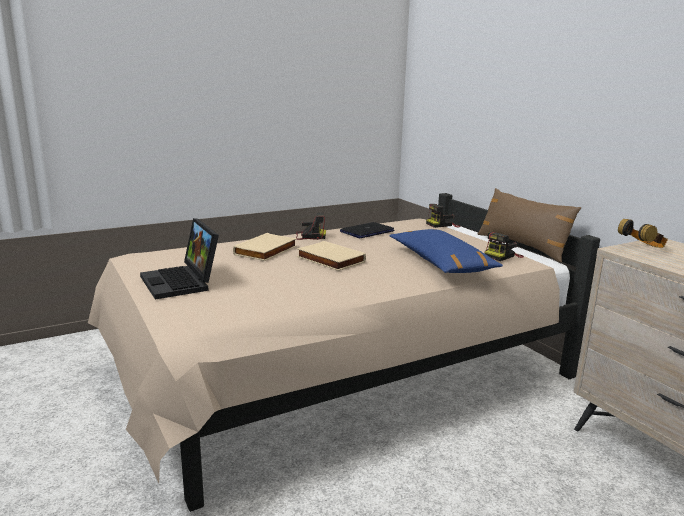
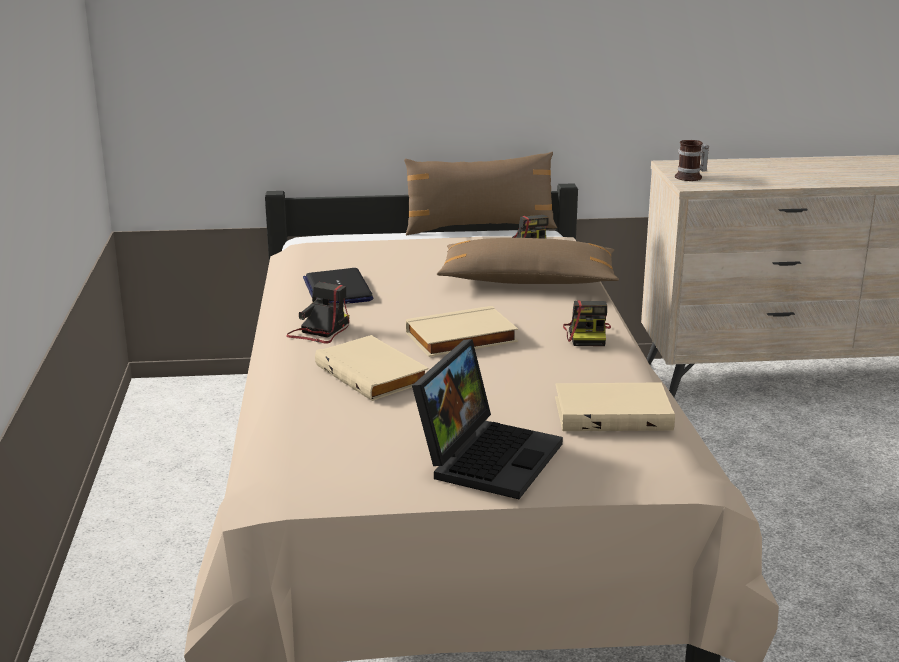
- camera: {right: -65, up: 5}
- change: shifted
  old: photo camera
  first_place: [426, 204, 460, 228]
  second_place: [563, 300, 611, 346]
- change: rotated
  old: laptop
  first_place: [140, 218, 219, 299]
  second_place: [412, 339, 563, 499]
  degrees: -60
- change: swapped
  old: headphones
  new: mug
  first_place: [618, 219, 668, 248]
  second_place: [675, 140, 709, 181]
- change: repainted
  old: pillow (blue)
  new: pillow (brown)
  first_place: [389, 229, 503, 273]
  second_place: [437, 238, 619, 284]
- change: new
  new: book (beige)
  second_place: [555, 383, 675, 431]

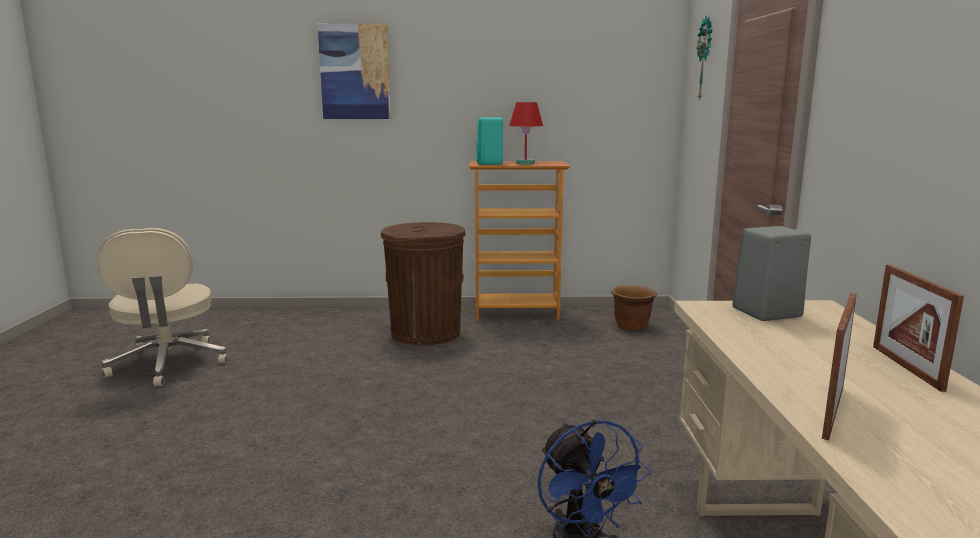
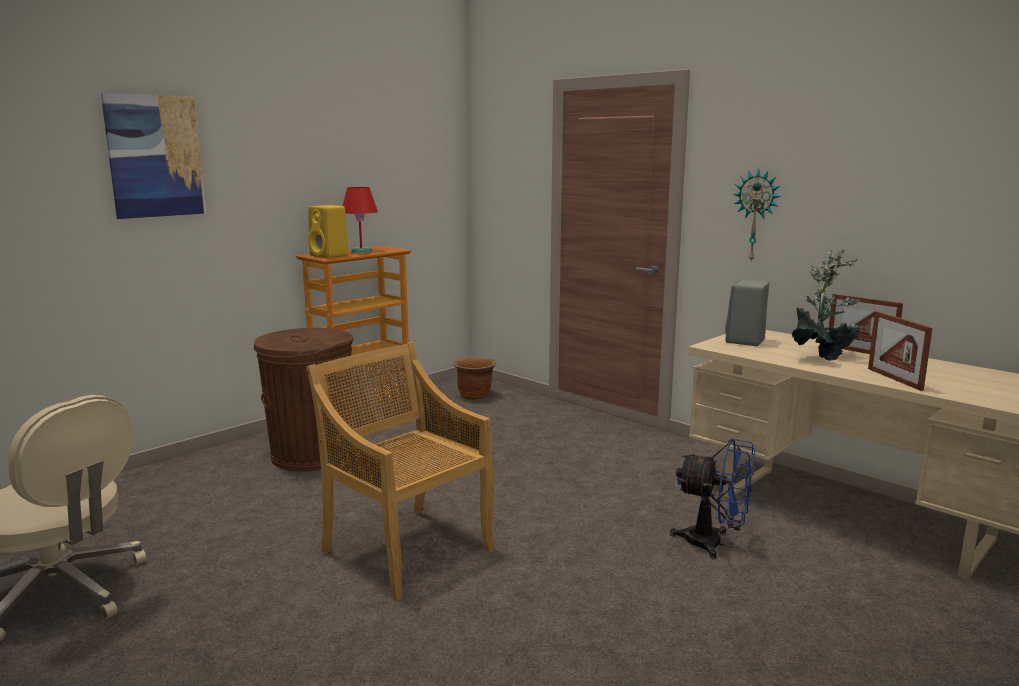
- camera: {right: -45, up: 0}
- change: shifted
  old: wall clock
  first_place: [697, 16, 712, 101]
  second_place: [733, 169, 781, 261]
- change: repainted
  old: speaker (turquoise)
  new: speaker (yellow)
  first_place: [476, 118, 503, 165]
  second_place: [308, 205, 348, 258]
- change: new
  new: potted plant
  second_place: [792, 250, 861, 361]
- change: new
  new: chair (beige)
  second_place: [306, 342, 494, 600]

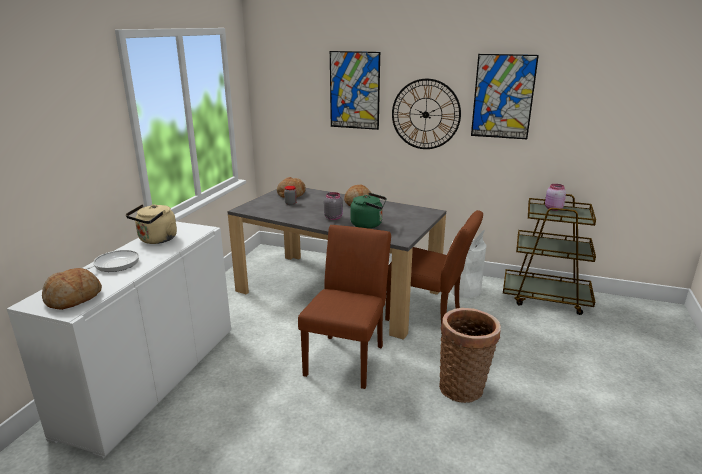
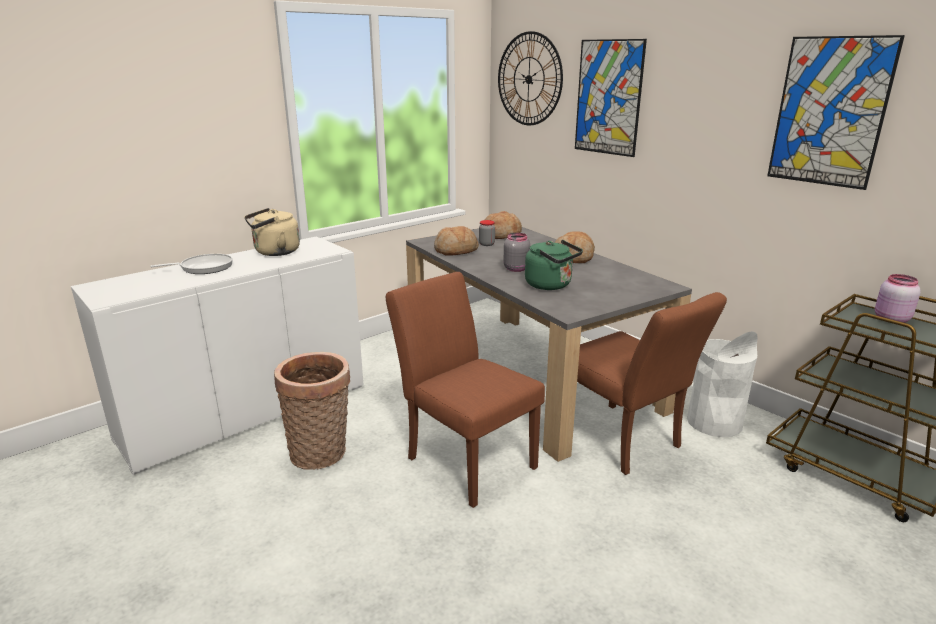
- camera: {right: 30, up: 0}
- change: shifted
  old: wall clock
  first_place: [392, 79, 461, 149]
  second_place: [498, 31, 563, 125]
- change: rotated
  old: chair (brown)
  first_place: [298, 225, 391, 389]
  second_place: [386, 272, 545, 508]
  degrees: -90
- change: shifted
  old: bread
  first_place: [42, 268, 102, 310]
  second_place: [434, 226, 479, 256]
- change: shifted
  old: basket
  first_place: [439, 308, 501, 403]
  second_place: [274, 352, 350, 470]

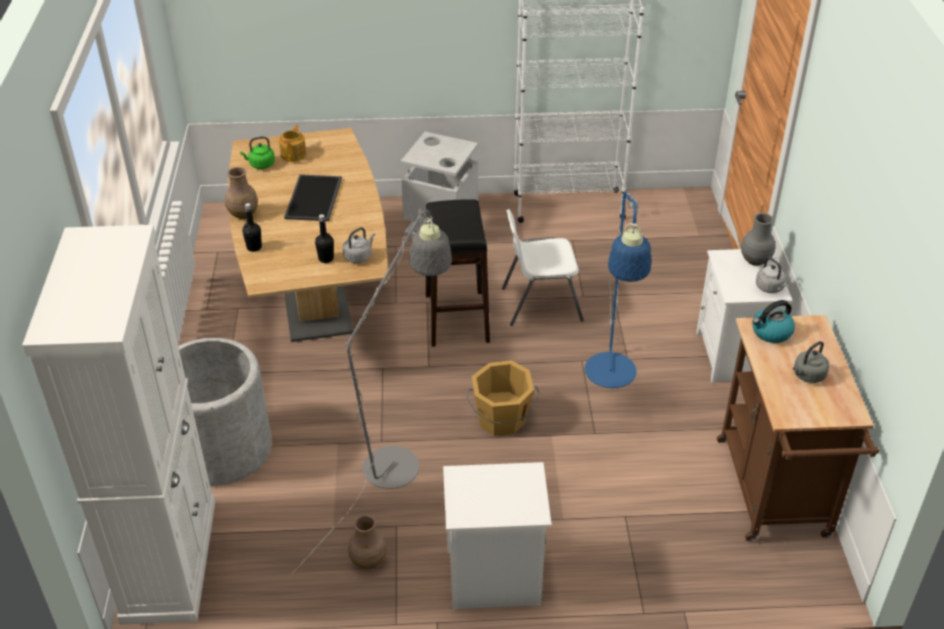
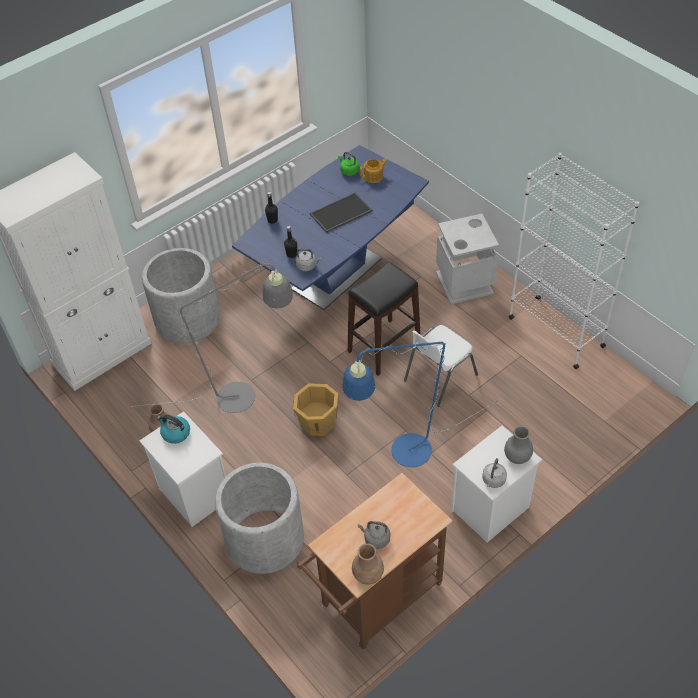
- camera: {right: 55, up: 10}
- change: repainted
  old: dining table (brown)
  new: dining table (blue)
  first_place: [228, 128, 388, 342]
  second_place: [232, 145, 429, 310]
- change: shifted
  old: vase (brown)
  first_place: [225, 167, 258, 219]
  second_place: [352, 543, 384, 585]
- change: rotated
  old: chair (white)
  first_place: [502, 209, 584, 326]
  second_place: [404, 325, 478, 407]
  degrees: -90
- change: shifted
  old: kettle
  first_place: [752, 300, 795, 343]
  second_place: [157, 415, 190, 444]
- change: new
  new: planter (grey)
  second_place: [215, 463, 304, 574]

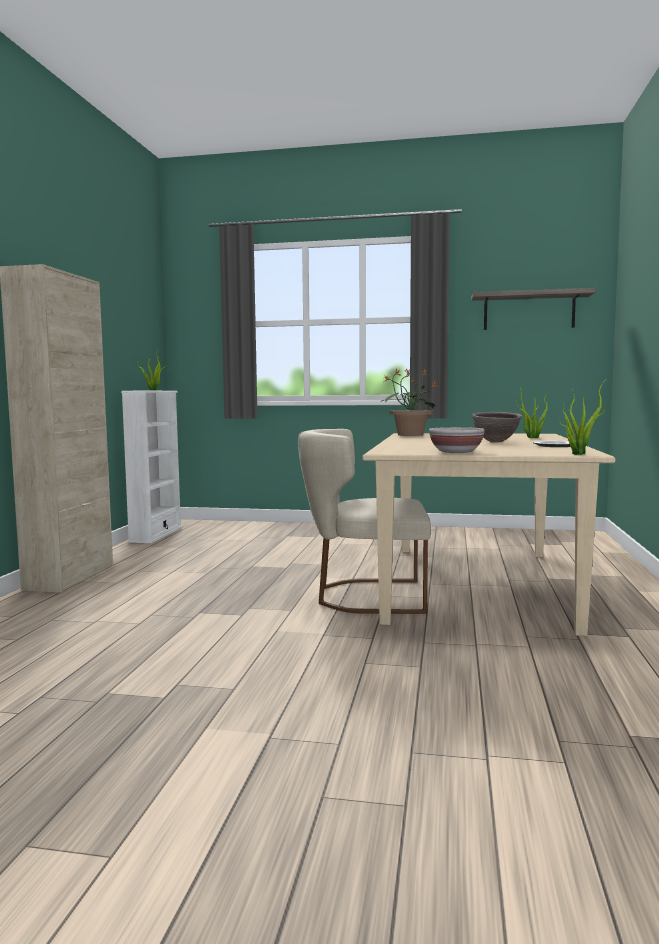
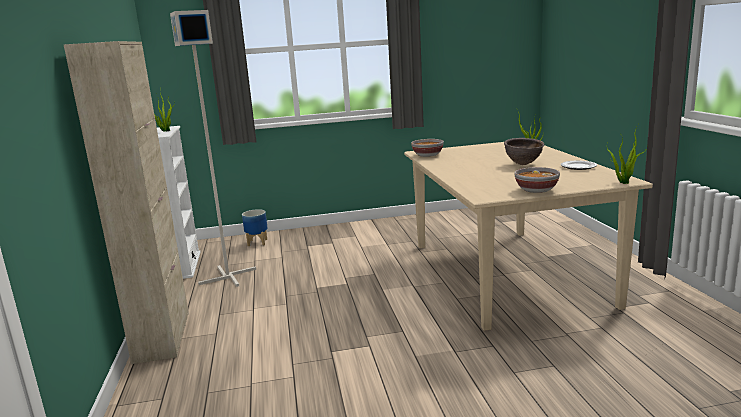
- camera: {right: -20, up: 10}
- change: gone
  old: shelf
  first_place: [472, 288, 595, 330]
- change: swapped
  old: potted plant
  new: bowl
  first_place: [381, 369, 438, 436]
  second_place: [411, 139, 444, 157]
- change: gone
  old: chair (beige)
  first_place: [298, 429, 431, 614]
- change: new
  new: floor lamp (grey)
  second_place: [170, 10, 256, 287]
- change: new
  new: planter
  second_place: [242, 209, 268, 247]

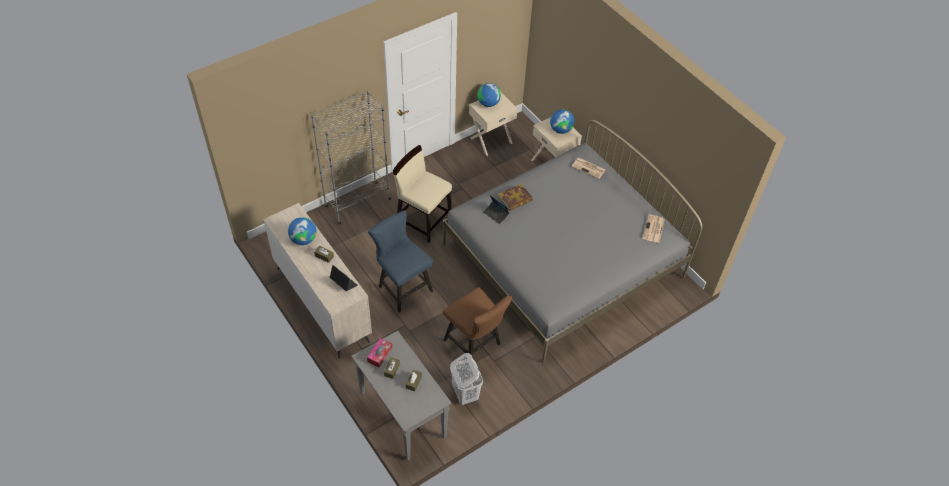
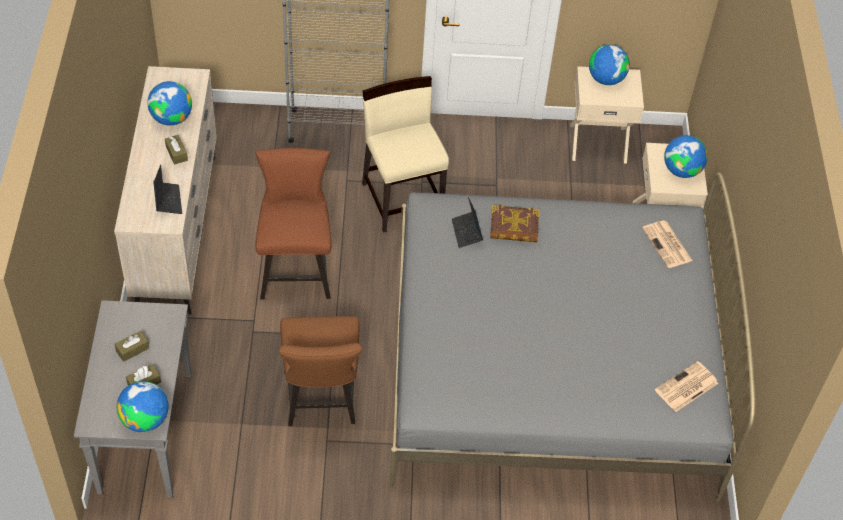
- camera: {right: 35, up: 0}
- change: repainted
  old: chair (blue)
  new: chair (brown)
  first_place: [368, 210, 434, 313]
  second_place: [255, 148, 332, 299]
- change: gone
  old: tissue box
  first_place: [367, 338, 392, 367]
- change: gone
  old: laundry basket (white)
  first_place: [450, 353, 483, 405]
- change: new
  new: globe
  second_place: [117, 381, 168, 432]

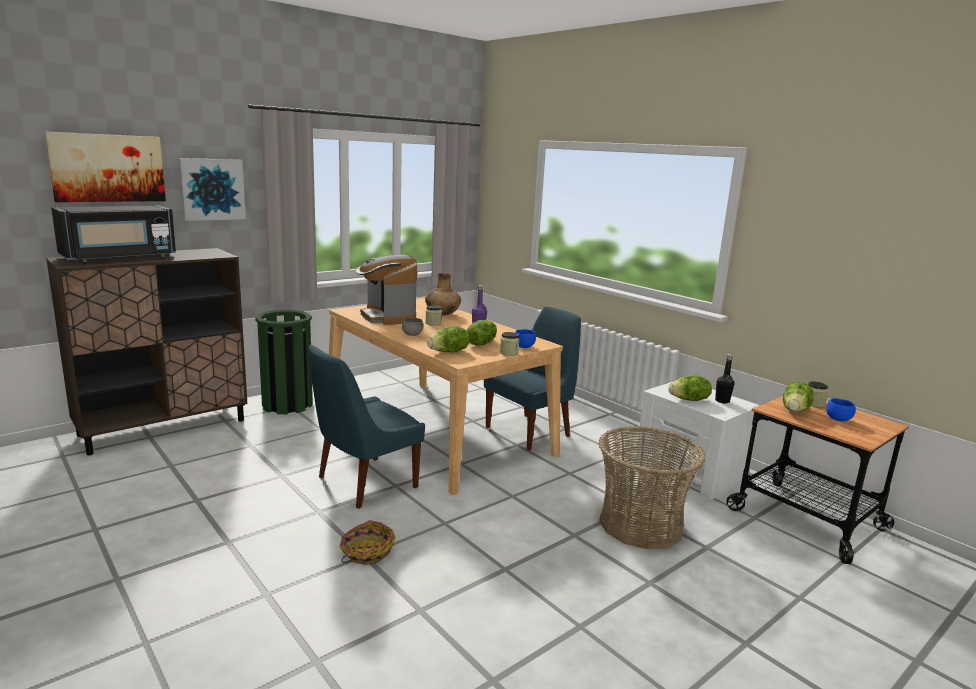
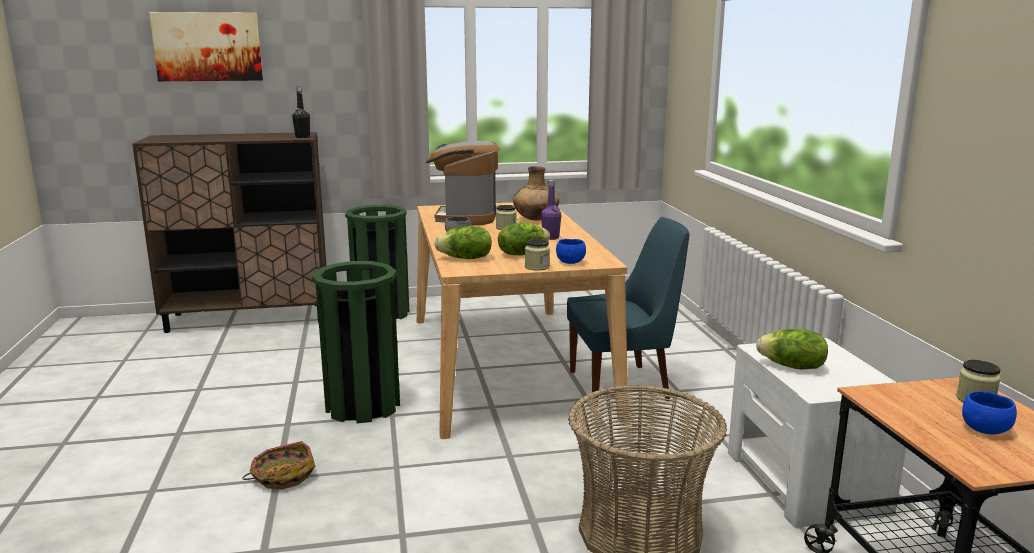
- camera: {right: 30, up: 0}
- change: gone
  old: picture
  first_place: [179, 158, 246, 221]
- change: gone
  old: microwave (black)
  first_place: [51, 205, 176, 262]
- change: swapped
  old: chair (blue)
  new: trash can (green)
  first_place: [309, 344, 425, 509]
  second_place: [312, 261, 400, 423]
- change: shifted
  old: bottle (black)
  first_place: [715, 354, 734, 403]
  second_place: [292, 87, 310, 138]
- change: gone
  old: lettuce
  first_place: [783, 382, 813, 412]

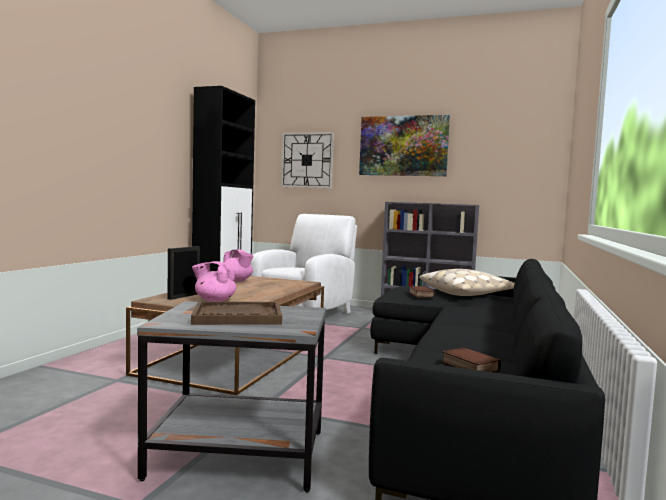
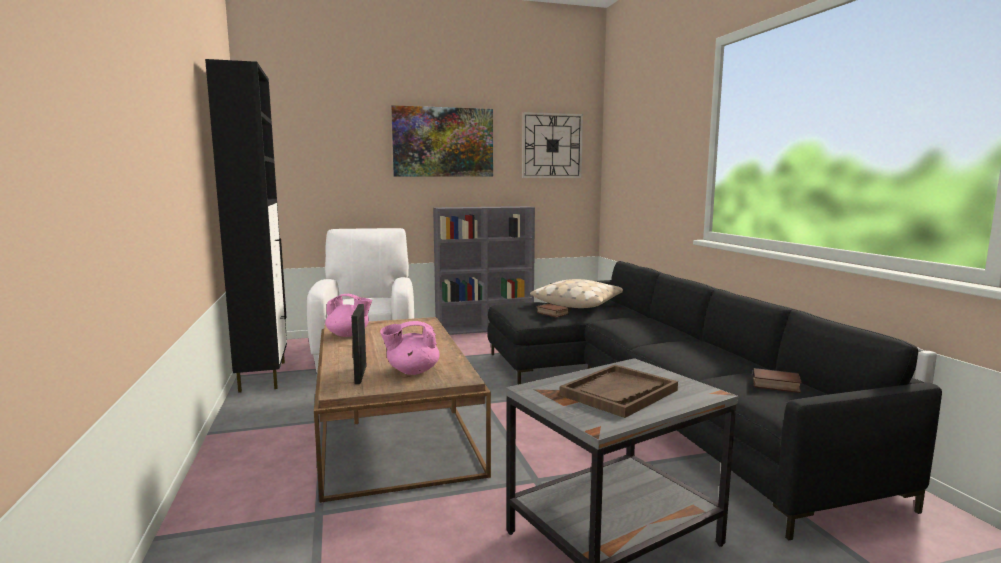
- camera: {right: -35, up: 5}
- change: shifted
  old: wall clock
  first_place: [281, 132, 334, 188]
  second_place: [522, 112, 583, 178]

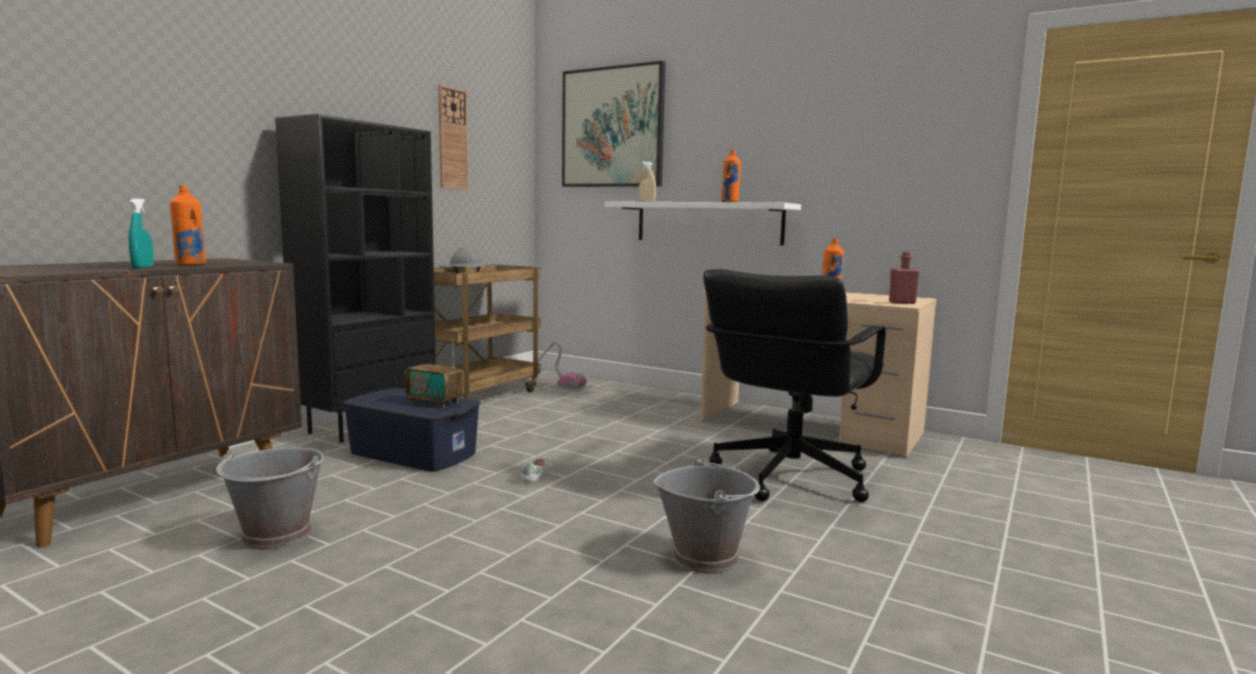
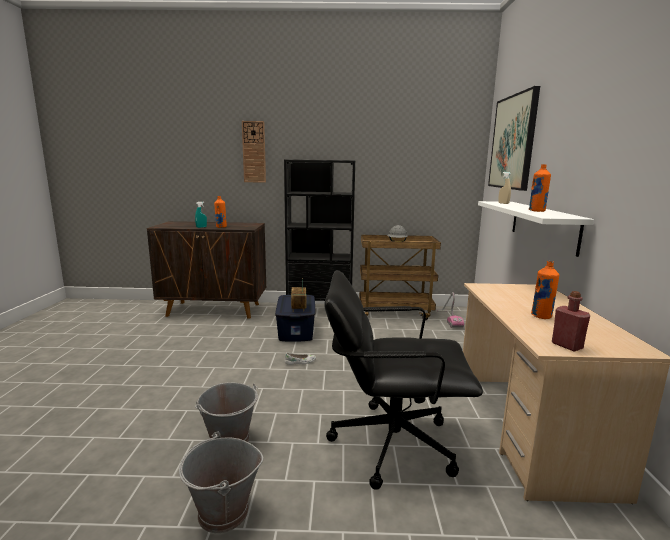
- camera: {right: 60, up: 5}
- change: shifted
  old: wall clock
  first_place: [438, 85, 469, 190]
  second_place: [242, 121, 266, 183]
- change: shifted
  old: bucket (grey)
  first_place: [216, 448, 324, 550]
  second_place: [179, 432, 263, 533]

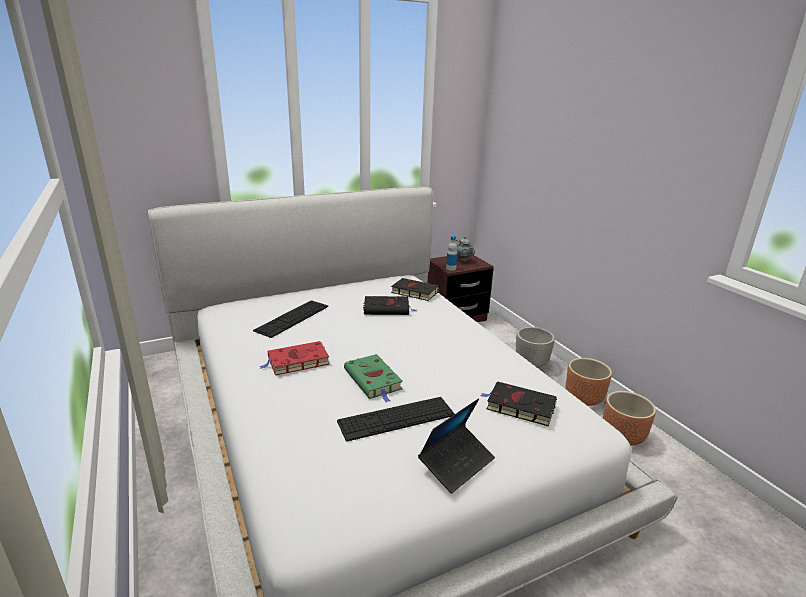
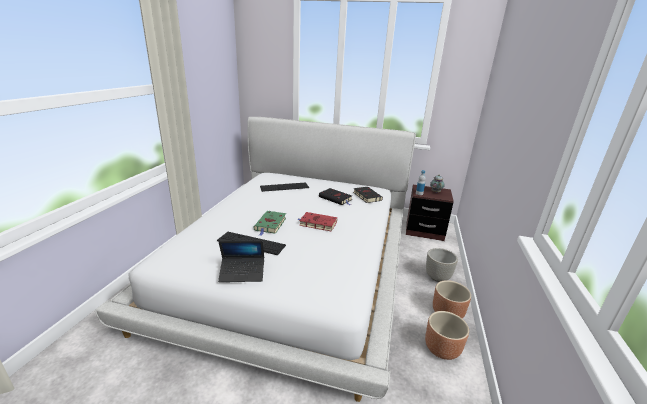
- camera: {right: 40, up: 0}
- change: shifted
  old: book (red)
  first_place: [259, 341, 330, 375]
  second_place: [298, 212, 337, 232]
- change: gone
  old: book (black)
  first_place: [480, 381, 557, 426]

